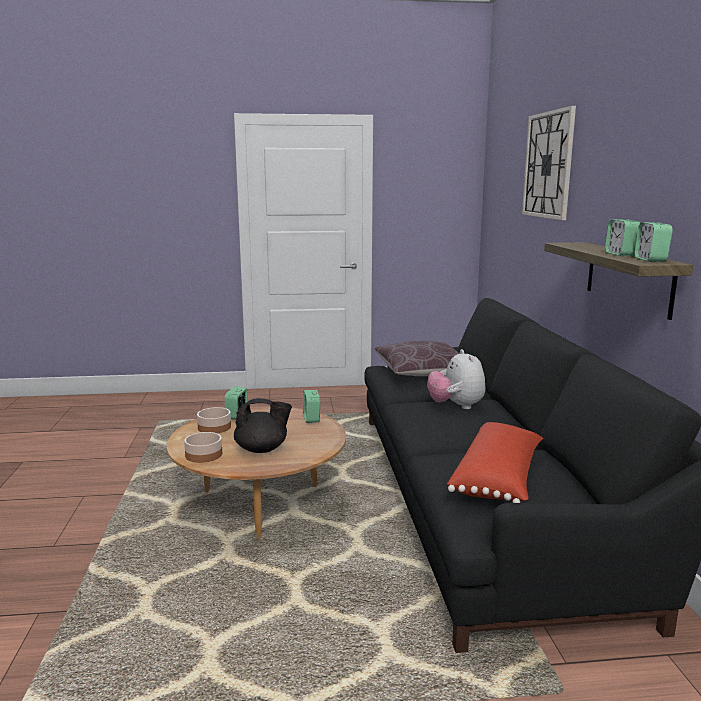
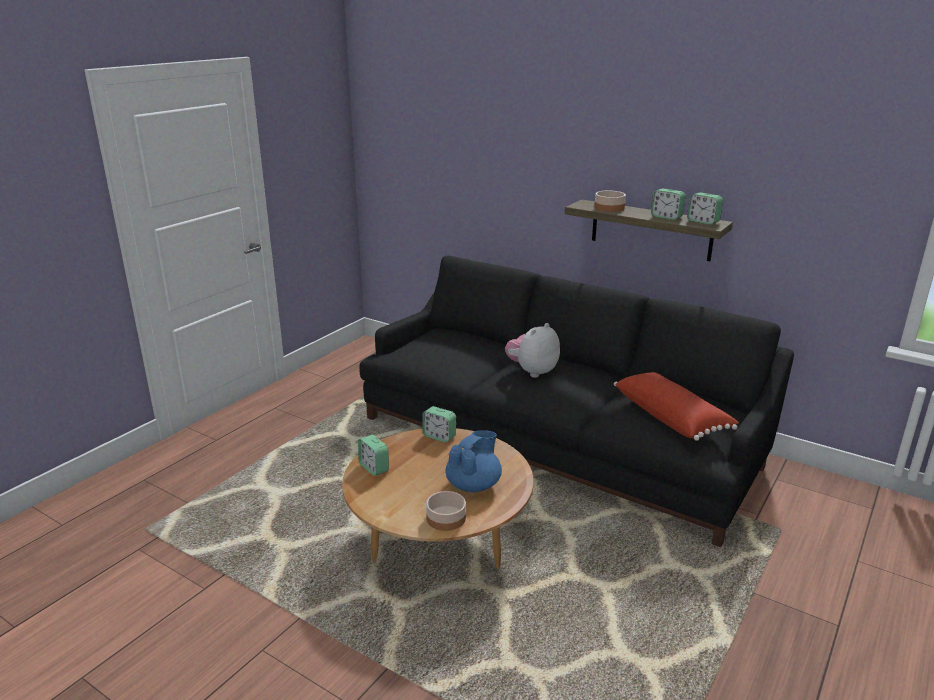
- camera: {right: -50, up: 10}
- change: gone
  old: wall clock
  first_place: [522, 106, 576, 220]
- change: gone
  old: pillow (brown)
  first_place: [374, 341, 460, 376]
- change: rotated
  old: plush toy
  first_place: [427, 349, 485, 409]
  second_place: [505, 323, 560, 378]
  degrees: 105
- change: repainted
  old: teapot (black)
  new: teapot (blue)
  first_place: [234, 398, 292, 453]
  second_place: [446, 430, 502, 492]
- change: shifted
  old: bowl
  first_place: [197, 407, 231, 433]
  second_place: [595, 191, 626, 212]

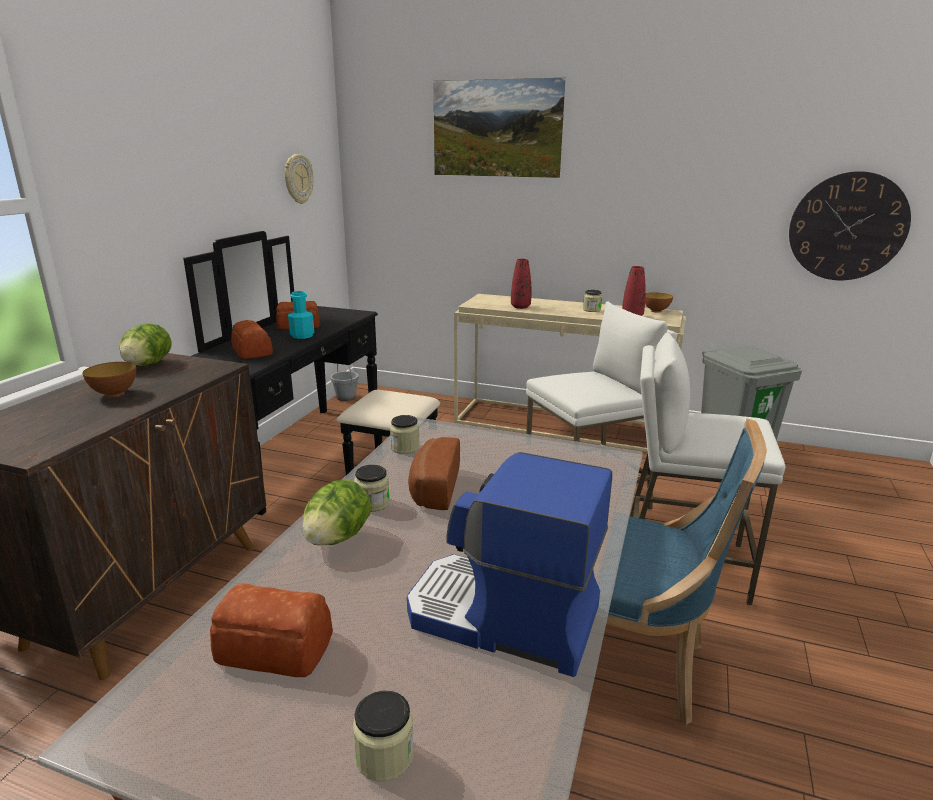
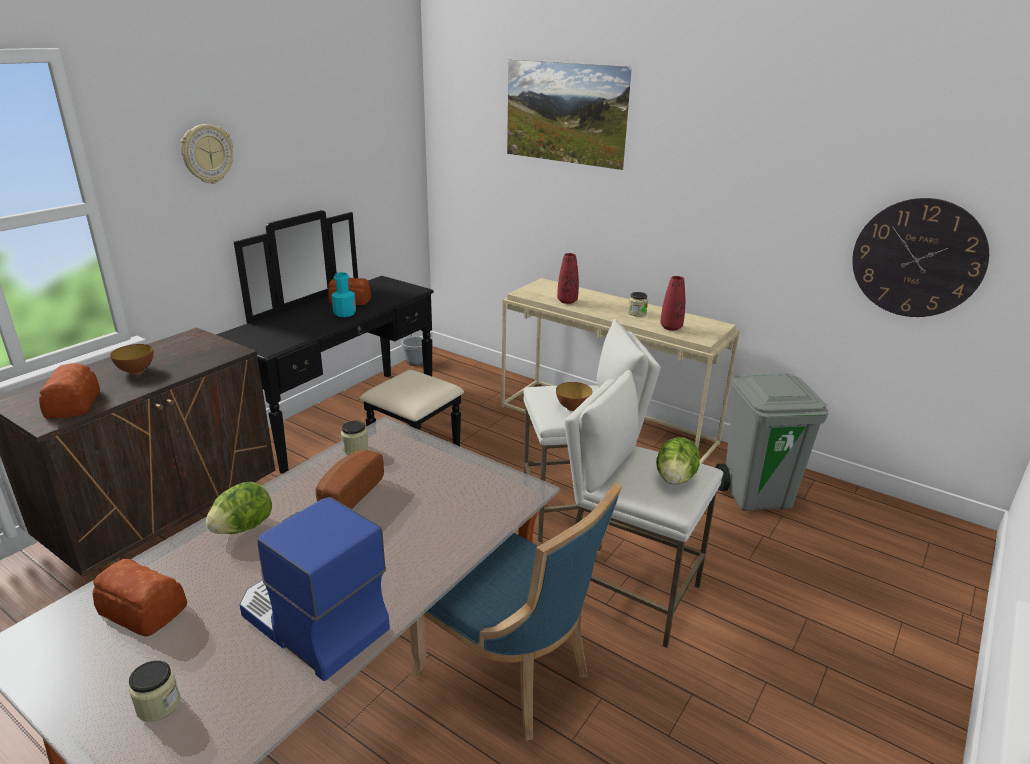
- camera: {right: 15, up: 5}
- change: shifted
  old: wall clock
  first_place: [285, 154, 314, 204]
  second_place: [181, 124, 233, 184]
- change: shifted
  old: bowl
  first_place: [645, 292, 673, 313]
  second_place: [556, 382, 592, 411]
- change: shifted
  old: bread
  first_place: [231, 320, 273, 359]
  second_place: [39, 363, 100, 418]
- change: shifted
  old: lettuce
  first_place: [120, 323, 171, 366]
  second_place: [656, 437, 700, 485]
- change: gone
  old: jar
  first_place: [354, 465, 390, 512]

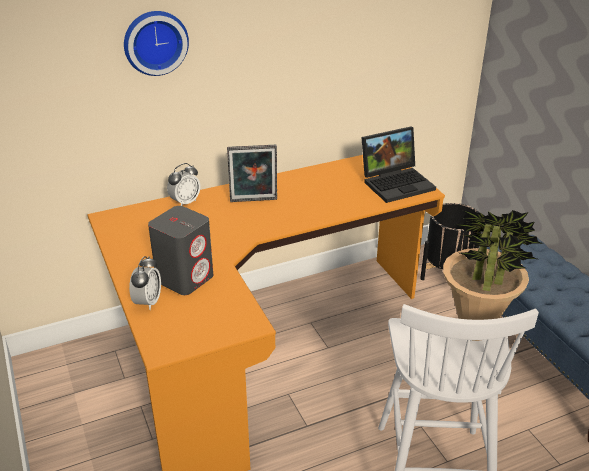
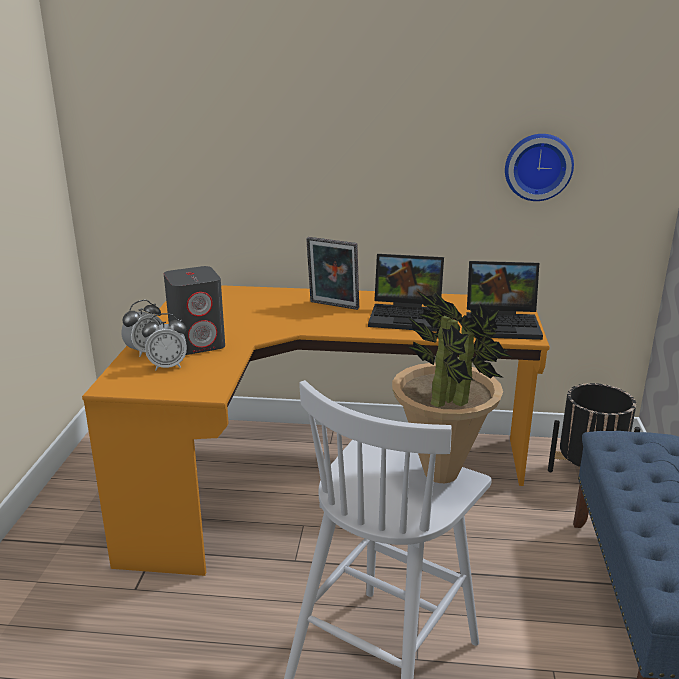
- camera: {right: 30, up: -10}
- change: shifted
  old: wall clock
  first_place: [124, 11, 189, 76]
  second_place: [505, 134, 574, 201]
- change: shifted
  old: alarm clock
  first_place: [167, 163, 200, 206]
  second_place: [142, 313, 187, 370]
- change: new
  new: laptop
  second_place: [368, 254, 444, 332]

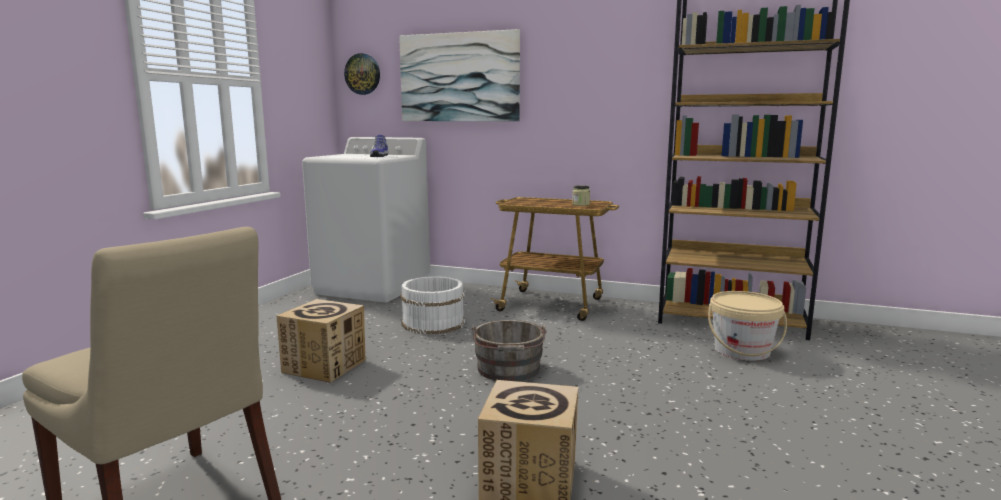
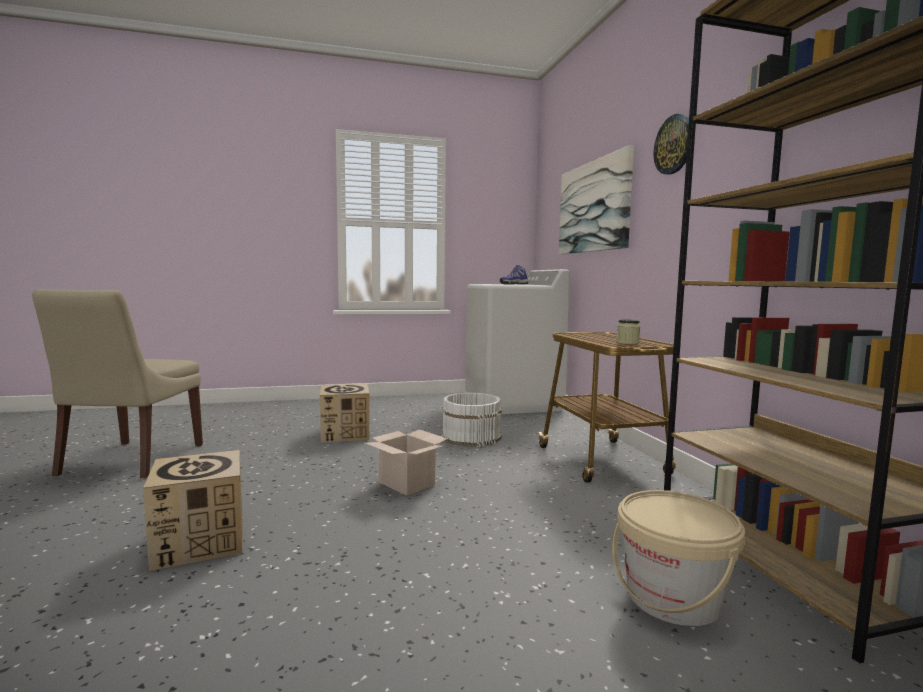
- camera: {right: 55, up: -5}
- change: shifted
  old: wall clock
  first_place: [344, 53, 380, 95]
  second_place: [654, 114, 689, 175]
- change: swapped
  old: bucket (grey)
  new: cardboard box
  first_place: [471, 320, 547, 381]
  second_place: [365, 430, 448, 495]

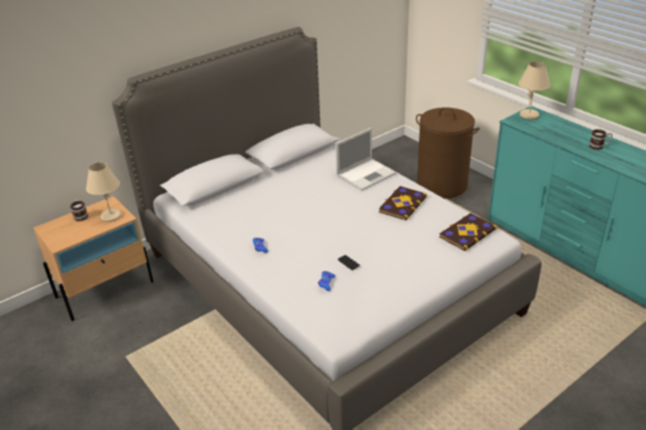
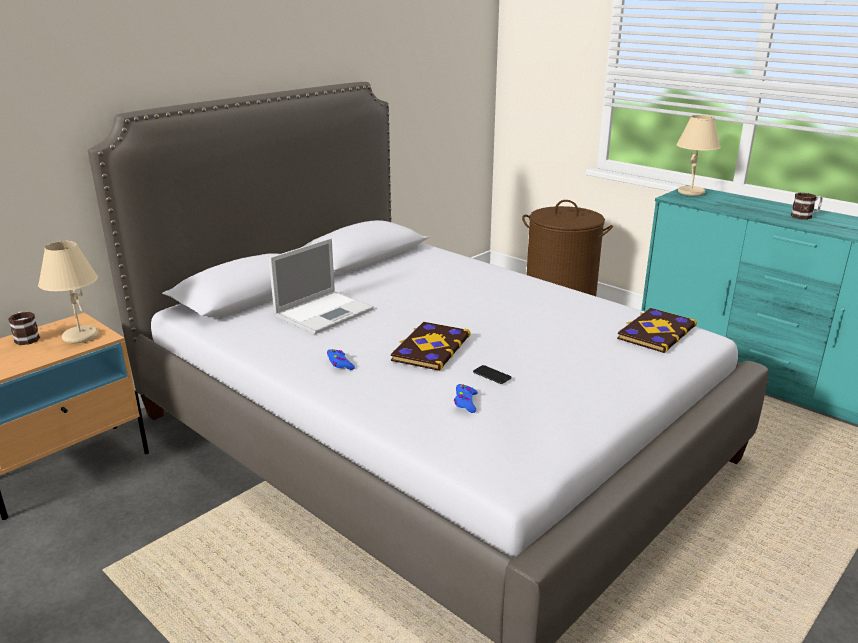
- camera: {right: -10, up: -10}
- change: shifted
  old: laptop
  first_place: [335, 128, 396, 191]
  second_place: [269, 238, 374, 334]
- change: shifted
  old: book
  first_place: [379, 186, 427, 220]
  second_place: [391, 322, 471, 371]

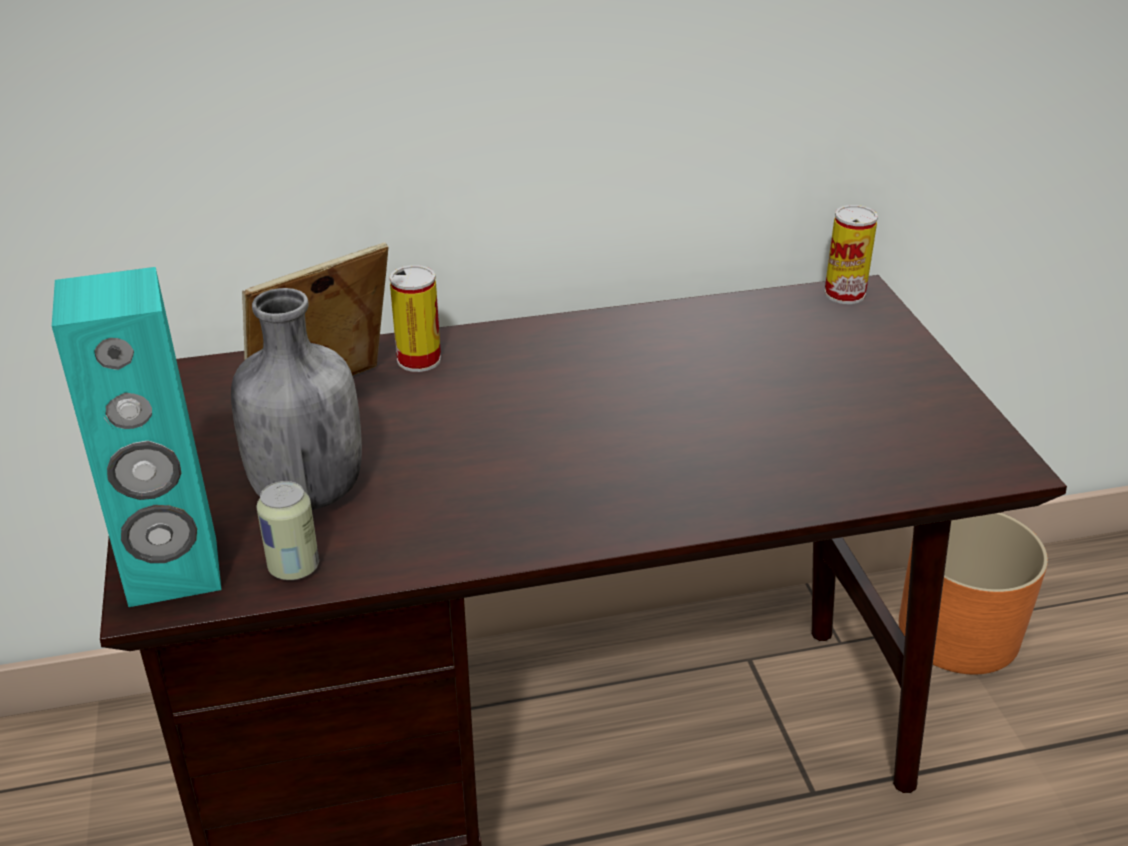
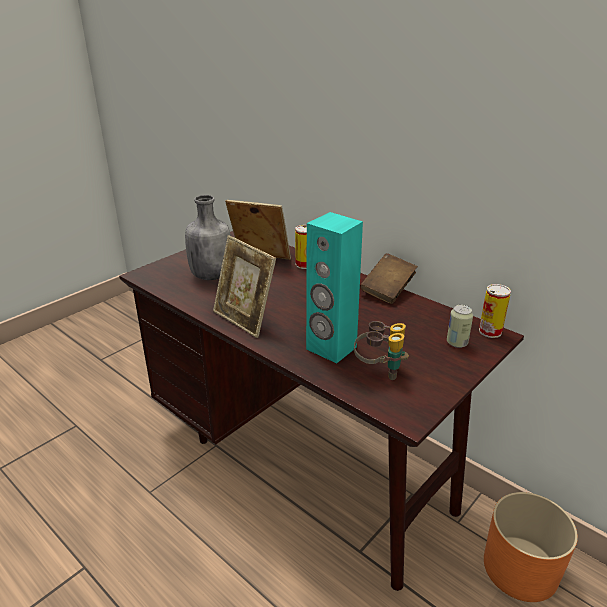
- camera: {right: 55, up: -5}
- change: shifted
  old: speaker (turquoise)
  first_place: [52, 267, 221, 607]
  second_place: [306, 212, 363, 363]
- change: shifted
  old: can
  first_place: [257, 481, 319, 580]
  second_place: [447, 305, 473, 348]
- change: new
  new: picture frame
  second_place: [213, 235, 276, 338]
- change: new
  new: book (brown)
  second_place: [360, 253, 418, 304]
- change: new
  new: binoculars
  second_place: [354, 321, 409, 380]

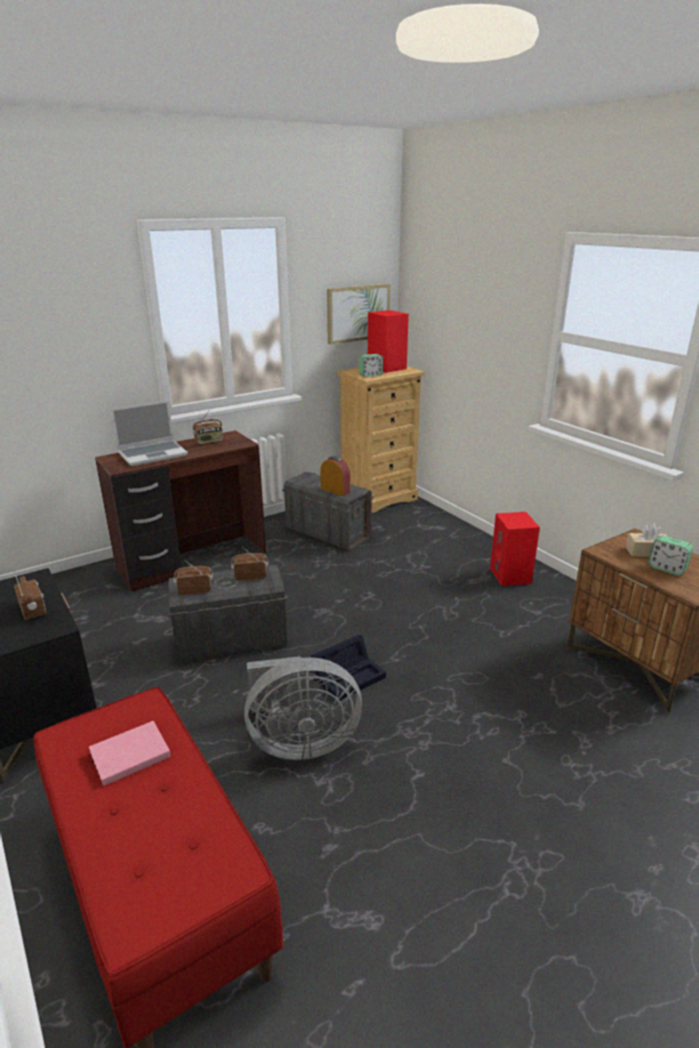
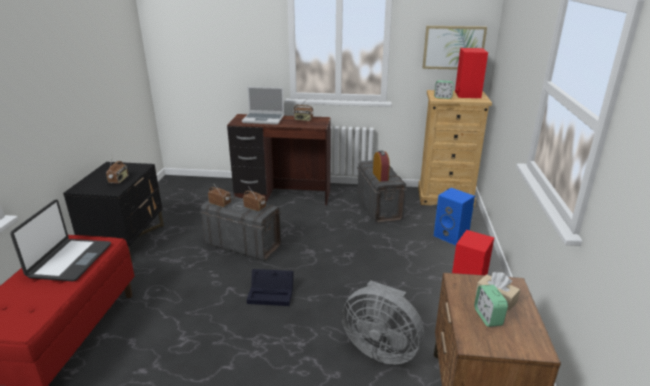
- camera: {right: 40, up: 0}
- change: shifted
  old: fan (grey)
  first_place: [244, 656, 362, 760]
  second_place: [342, 280, 424, 364]
- change: swapped
  old: book (pink)
  new: laptop
  first_place: [89, 721, 171, 786]
  second_place: [10, 199, 111, 281]
- change: new
  new: speaker (blue)
  second_place: [434, 188, 475, 245]

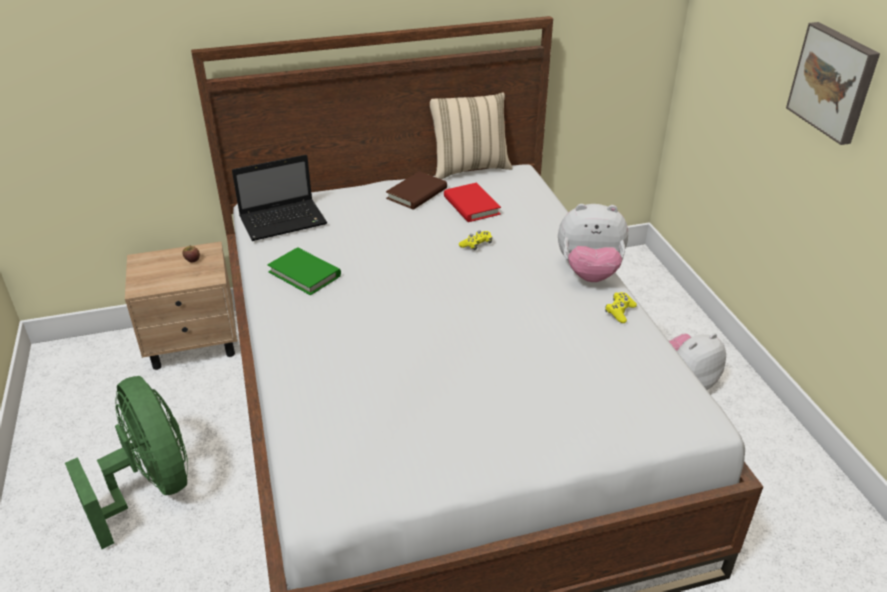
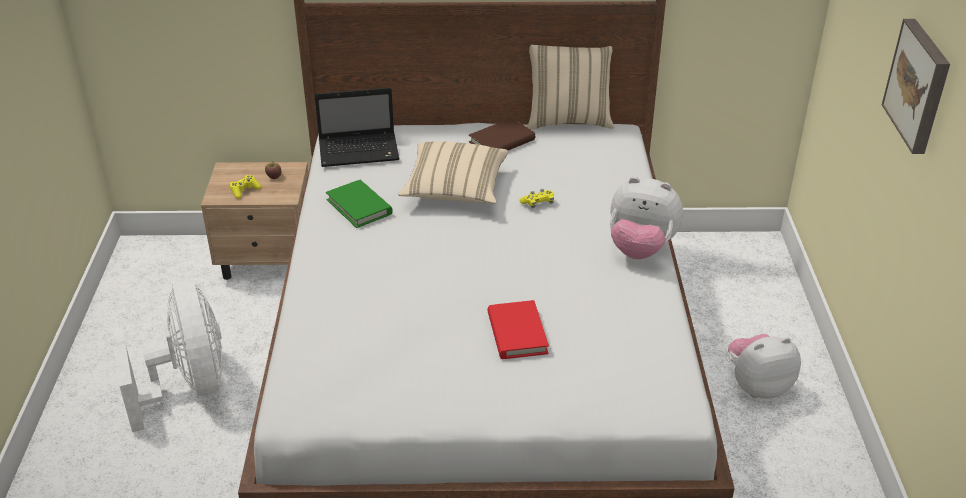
- camera: {right: 15, up: 0}
- change: shifted
  old: book (red)
  first_place: [444, 183, 501, 222]
  second_place: [488, 300, 549, 359]
- change: shifted
  old: game controller (yellow)
  first_place: [605, 292, 637, 323]
  second_place: [229, 175, 261, 199]
- change: repainted
  old: fan (green)
  new: fan (white)
  first_place: [65, 376, 188, 549]
  second_place: [114, 279, 223, 432]
- change: new
  new: pillow (beige)
  second_place: [398, 141, 508, 204]

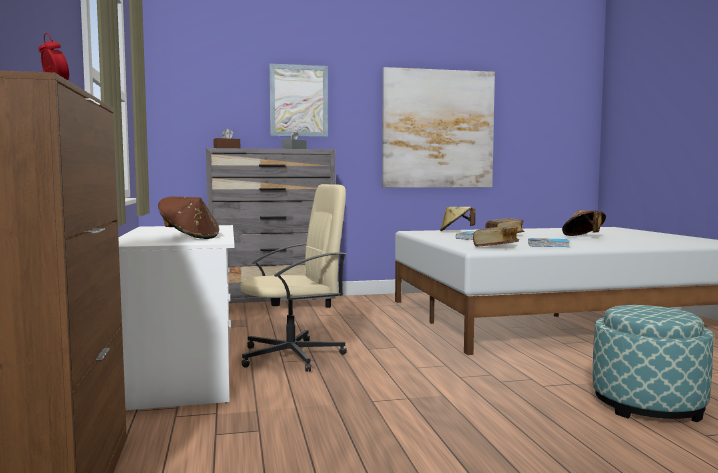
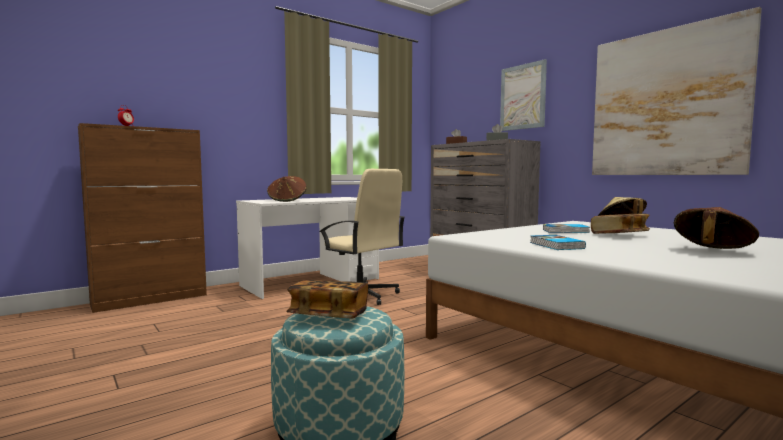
- camera: {right: 65, up: 0}
- change: shifted
  old: book
  first_place: [473, 226, 519, 247]
  second_place: [286, 280, 368, 318]

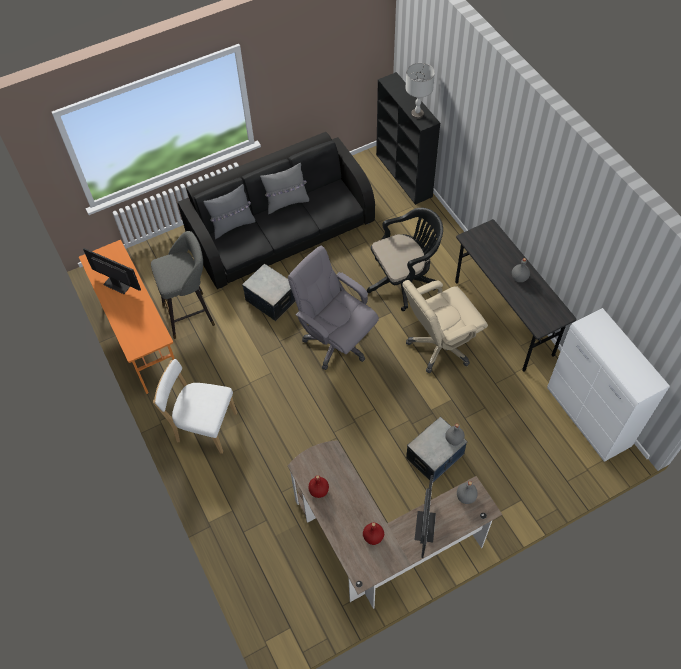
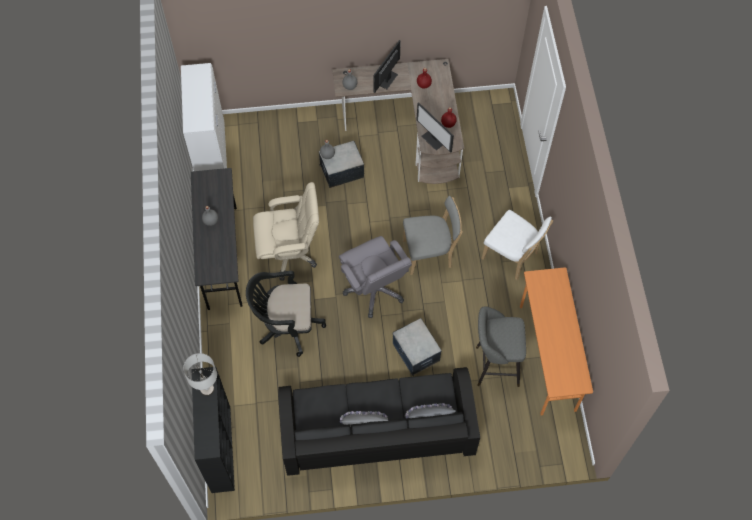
- camera: {right: -160, up: 5}
- change: shifted
  old: monitor
  first_place: [83, 248, 141, 294]
  second_place: [417, 102, 454, 153]
- change: new
  new: chair (grey)
  second_place: [403, 196, 463, 275]

